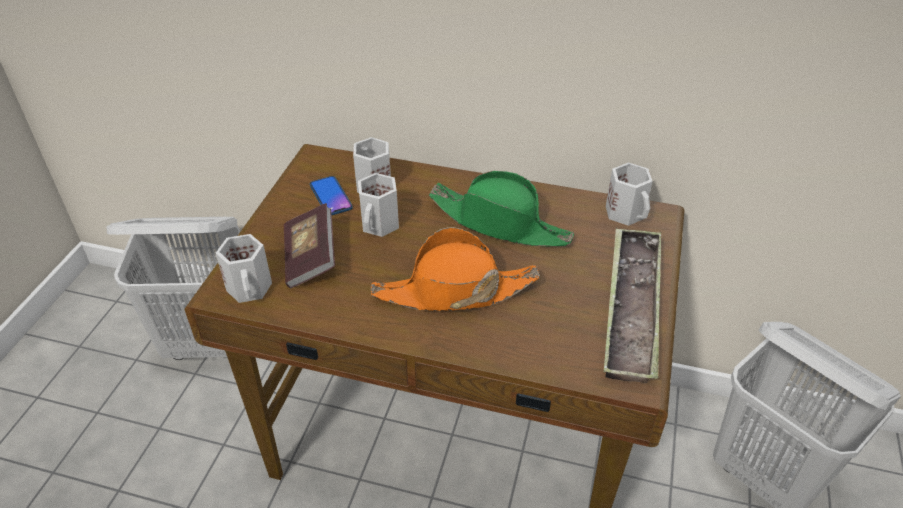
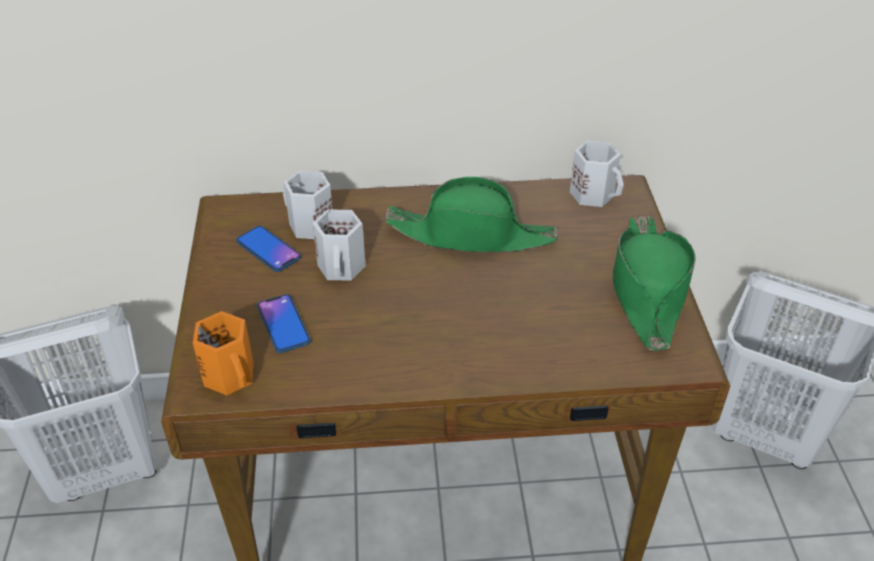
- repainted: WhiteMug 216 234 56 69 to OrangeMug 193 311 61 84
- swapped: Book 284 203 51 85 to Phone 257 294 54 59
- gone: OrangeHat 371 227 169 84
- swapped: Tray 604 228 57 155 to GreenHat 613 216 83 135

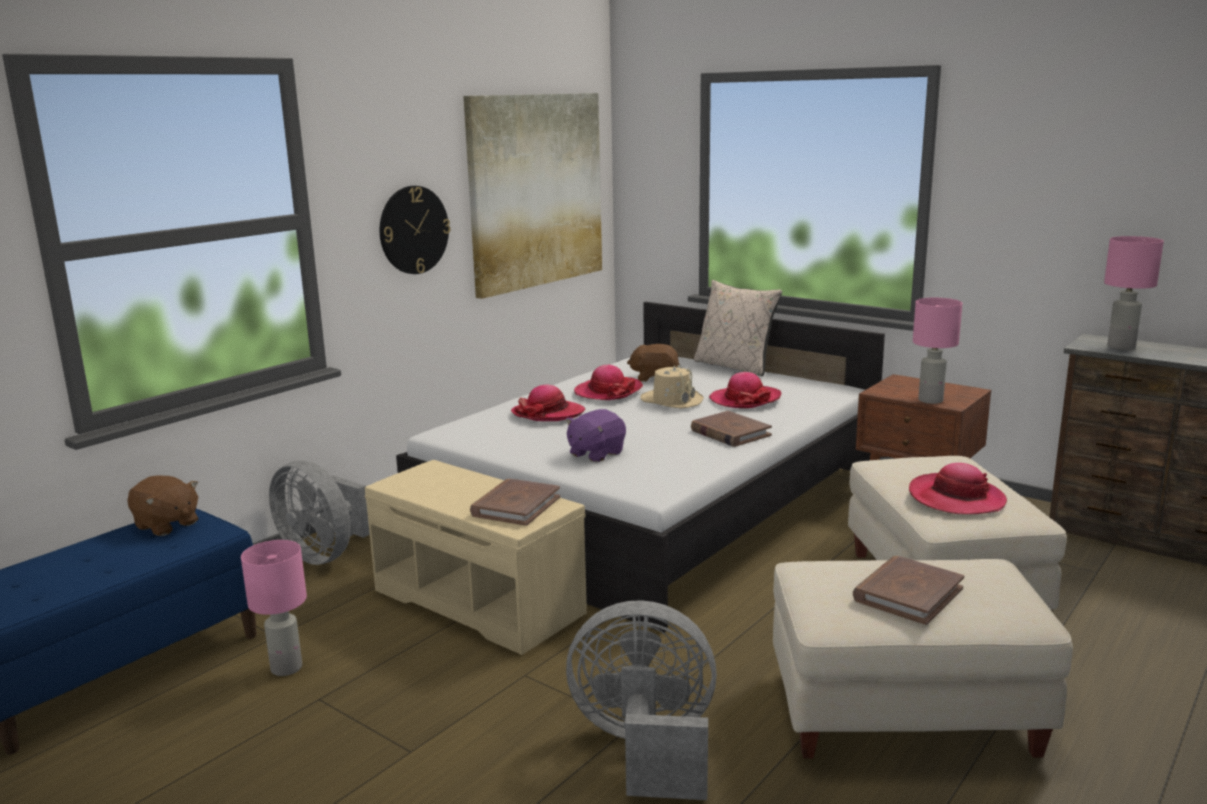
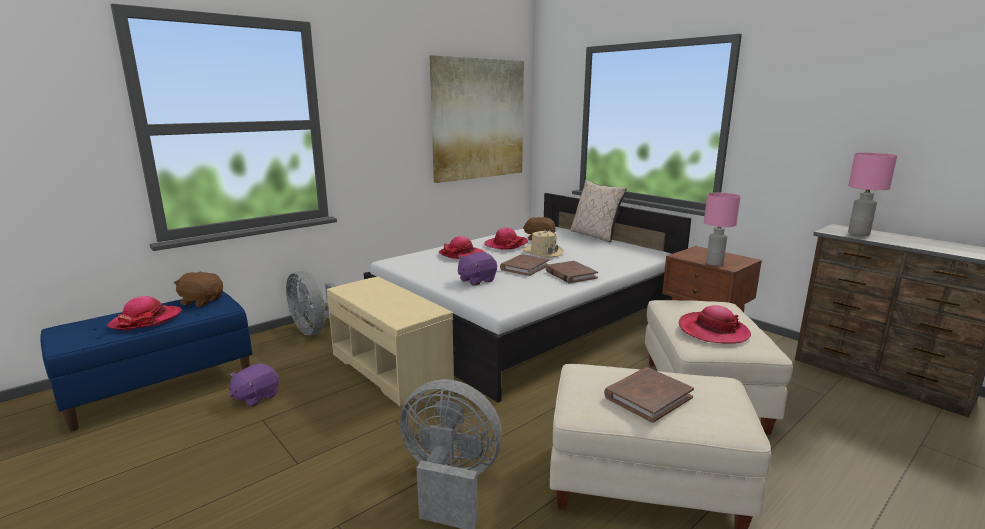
- rotated: BrownPlushToy 127 475 71 61 = 174 271 49 36 150 degrees clockwise
- swapped: PinkTableLamp 241 540 66 136 to PurplePlushToy 229 363 50 44
- gone: WallClock 380 186 70 88
- shifted: BrownBook 470 479 90 47 to 500 254 49 22
- shifted: Hat 709 372 73 36 to 107 296 75 34

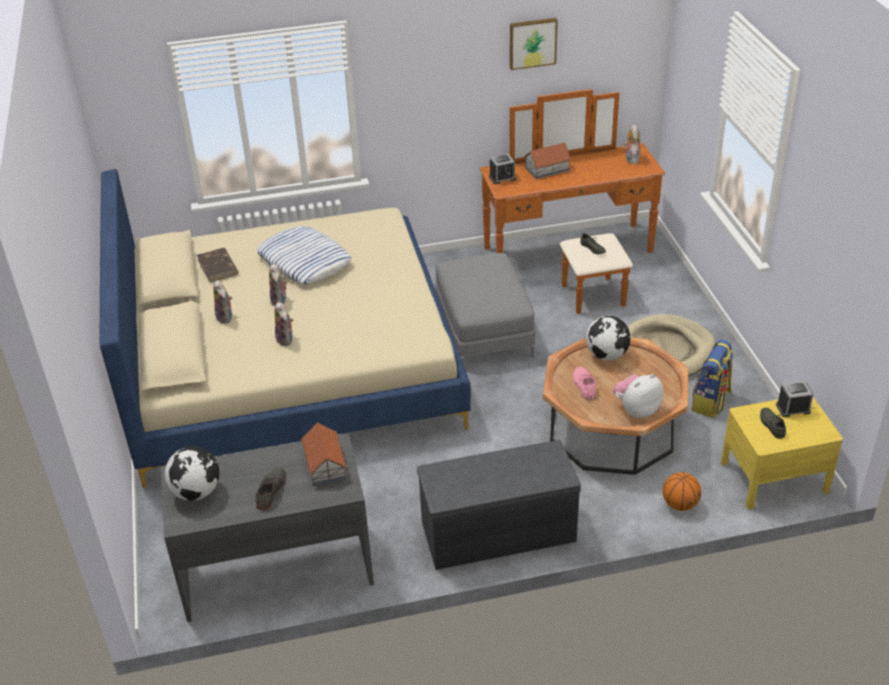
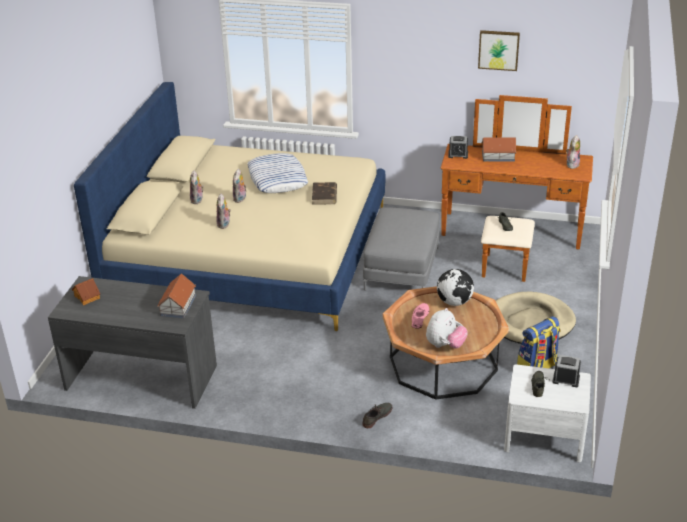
- swapped: Globe 165 446 55 55 to ToyHouse 72 278 28 27
- shifted: BrownBook 197 248 41 35 to 312 182 25 23
- shifted: GreyShoe 255 468 31 43 to 362 403 31 25
- gone: GreyBench 417 440 164 130
- rotated: PlushToy 613 374 51 44 = 426 308 42 41 135 degrees clockwise
- gone: Basketball 663 472 38 39
- repainted: YellowNightstand 721 397 122 112 to WhiteNightstand 504 364 87 98

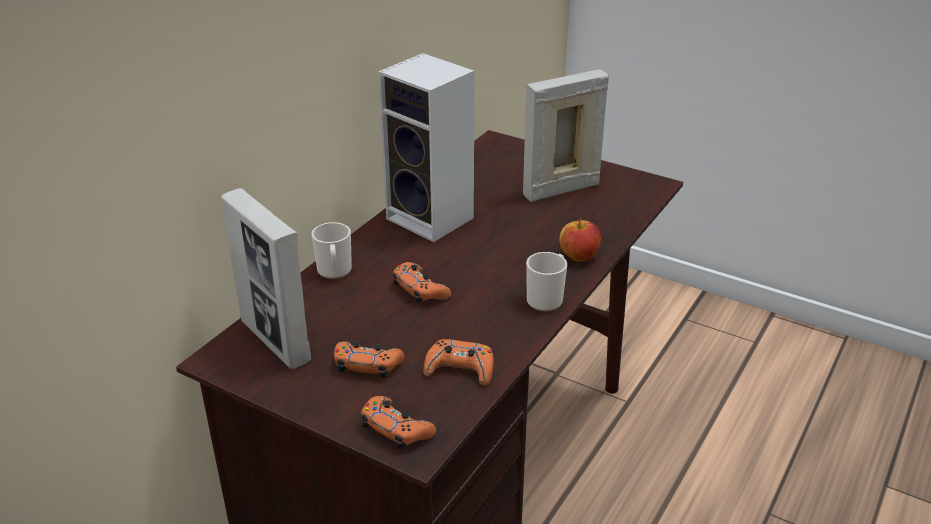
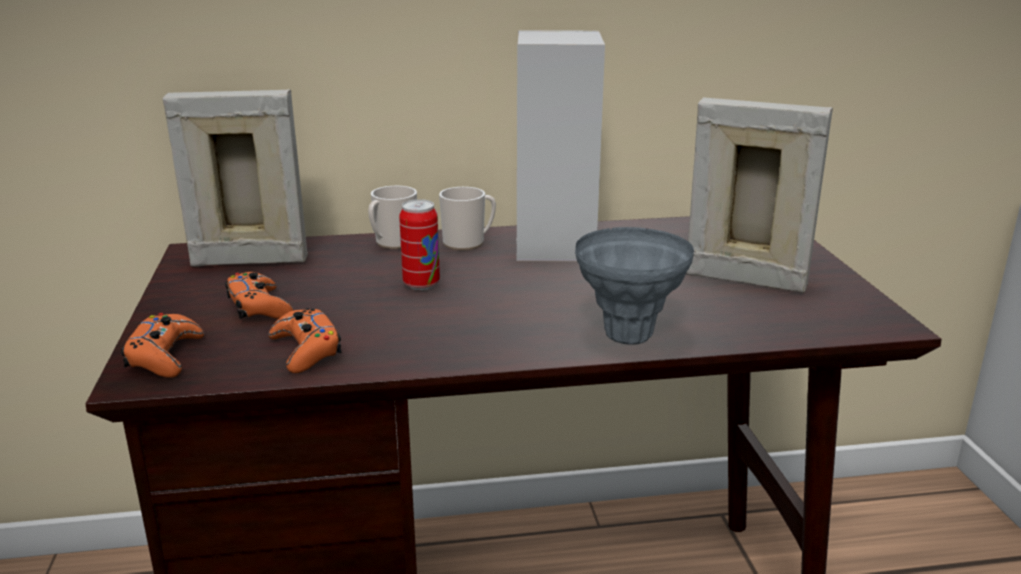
- rotated: PictureFrame 221 188 90 181 = 162 89 146 178 75 degrees clockwise
- swapped: OrangeGameController 393 262 58 42 to Can 399 199 41 91
- shifted: Mug 526 252 41 60 to 439 187 57 63
- swapped: Apple 559 219 42 43 to GreyVase 575 227 119 117

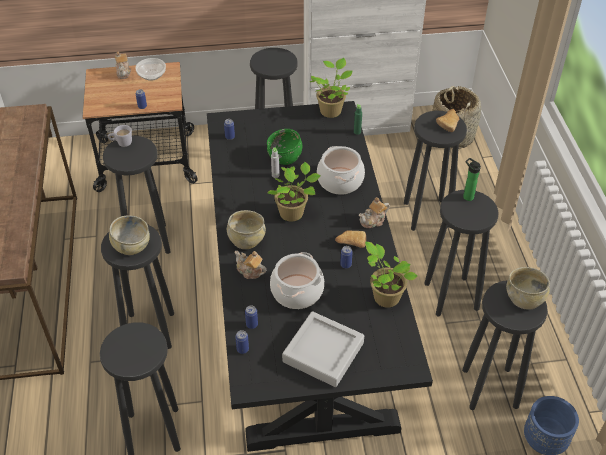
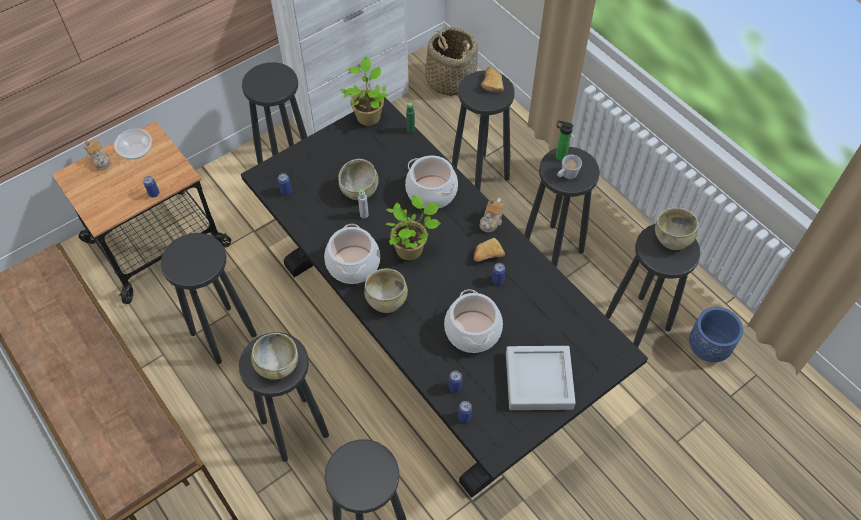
- shifted: WhiteMug 108 125 24 22 to 557 155 25 24
- gone: Teapot 235 251 31 28
- repainted: GreenBowl 267 129 36 36 to BeigeBowl 339 159 40 41
- gone: PottedPlant 365 242 52 65
- new: CookingPot 324 224 56 60

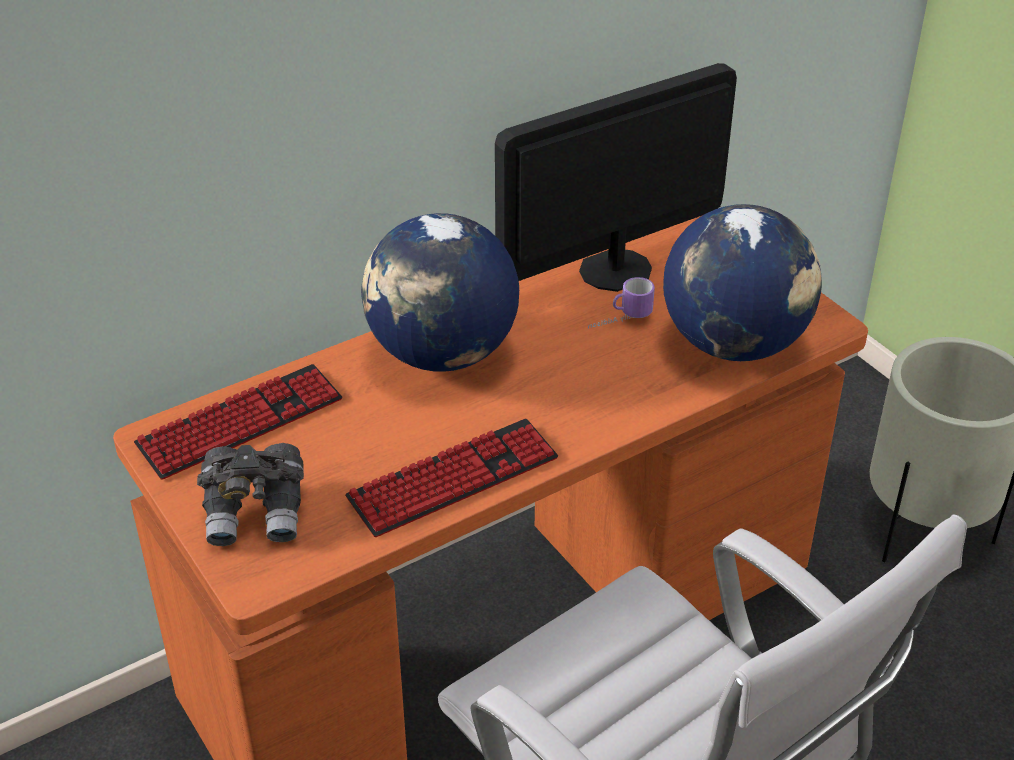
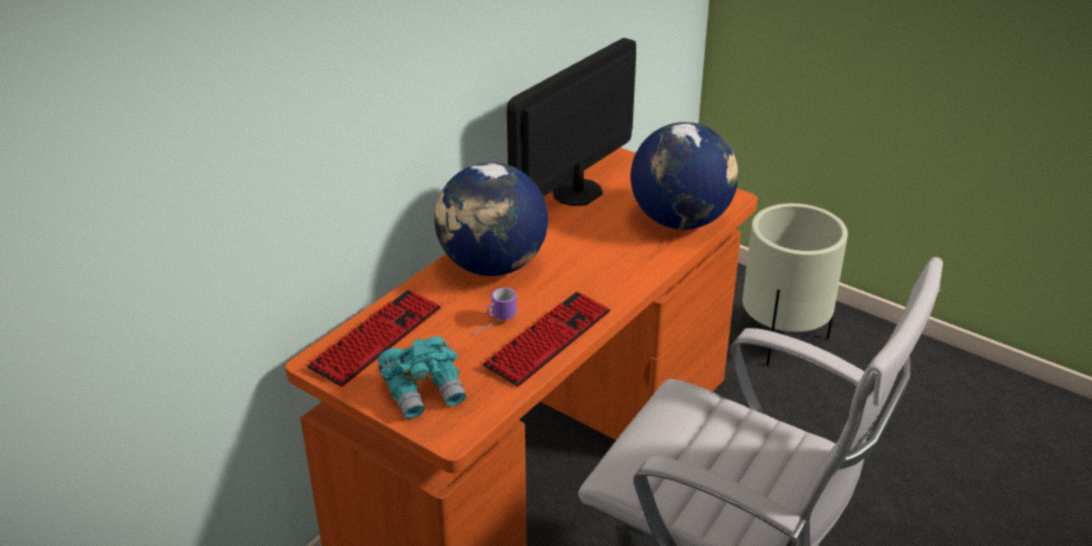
- repainted: GreyBinoculars 197 443 107 103 to TurquoiseBinoculars 378 337 88 82
- shifted: Mug 588 277 67 52 to 471 287 46 49

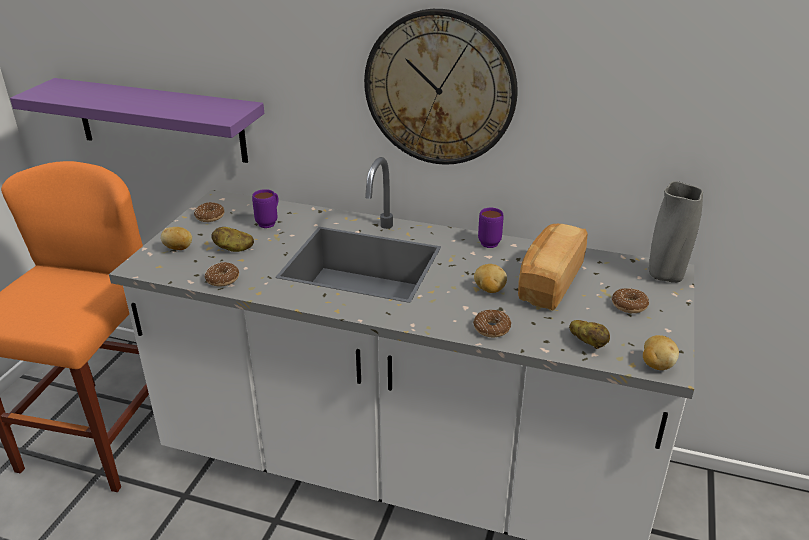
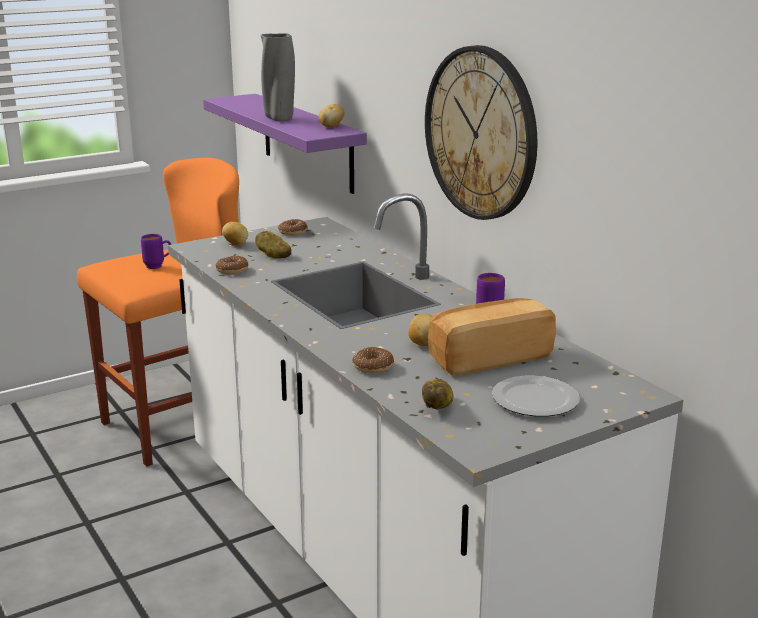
- shifted: PurpleMug 252 189 27 39 to 141 234 30 35
- swapped: Donut 612 288 37 25 to Plate 492 376 88 41
- shifted: Potato 643 335 36 35 to 318 104 26 23
- shifted: GreyVase 649 181 54 102 to 260 33 35 88

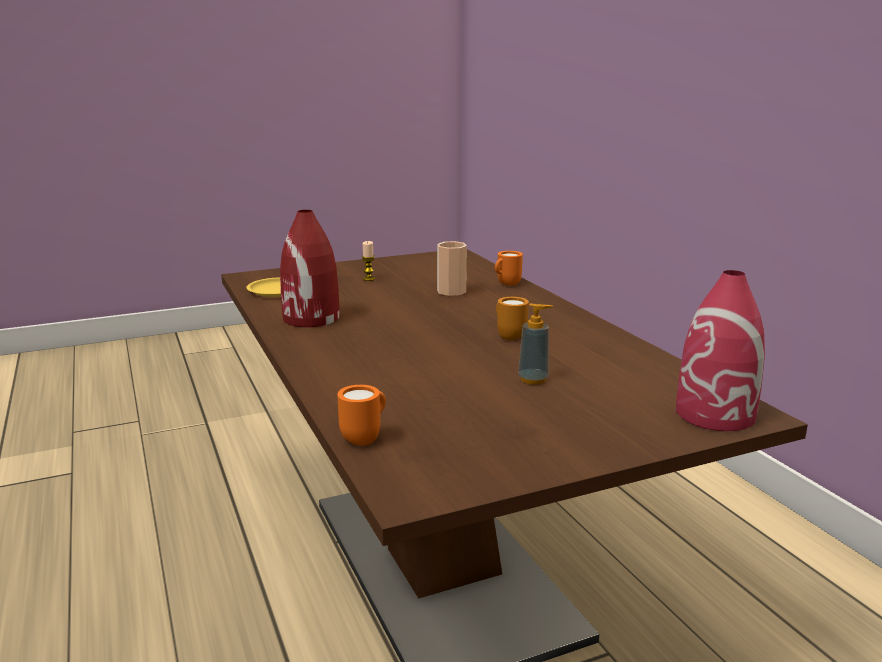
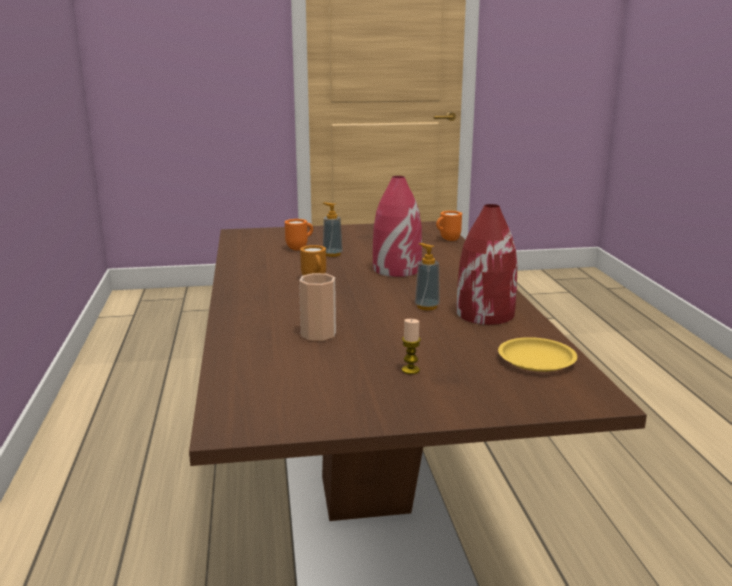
- shifted: OrangeMug 495 251 28 35 to 285 219 28 32
- shifted: RedVase 676 270 89 161 to 373 176 49 101
- new: SoapDispenser 415 243 25 67

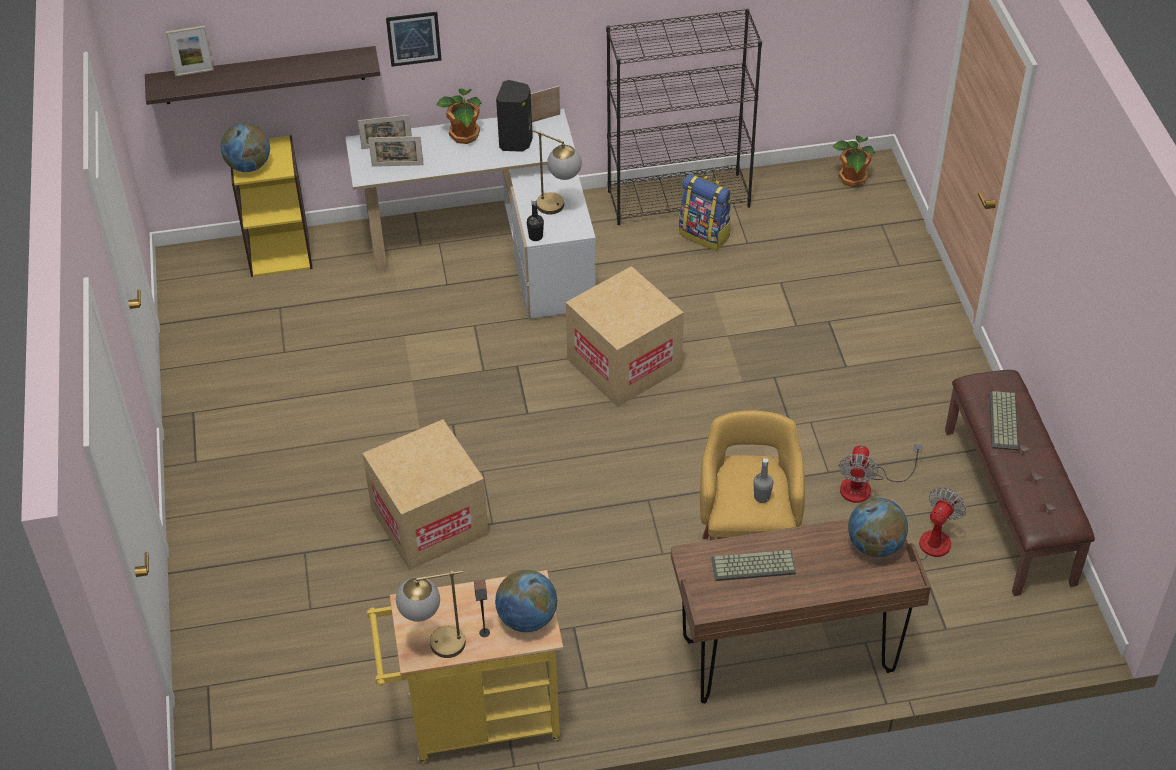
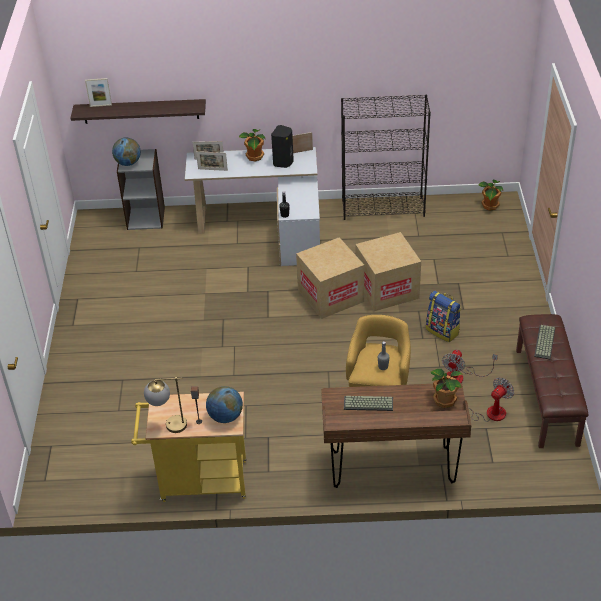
- repainted: YellowBookcase 231 135 82 142 to GreyBookcase 117 149 48 81
- shifted: CardboardBox 362 419 127 151 to 355 232 66 79
- gone: Picture 386 12 56 55
- gone: TableLamp 532 130 50 84
- shifted: Backpack 679 174 53 76 to 426 291 35 51
- swapped: Globe 848 498 60 59 to PottedPlant 431 369 33 39

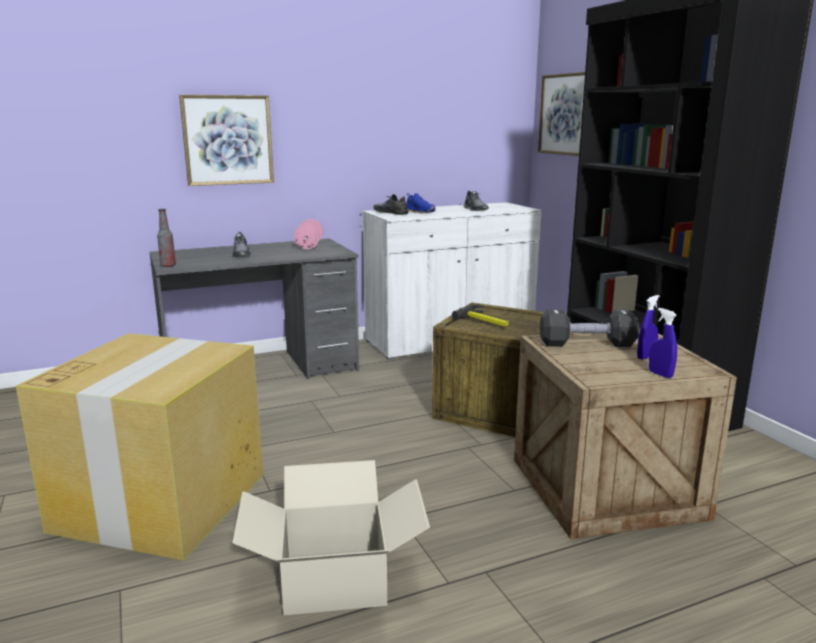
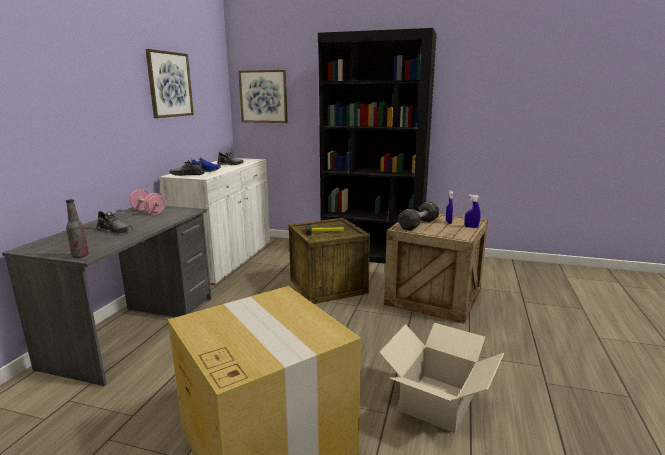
- shifted: Picture 179 95 95 91 to 145 49 49 69

